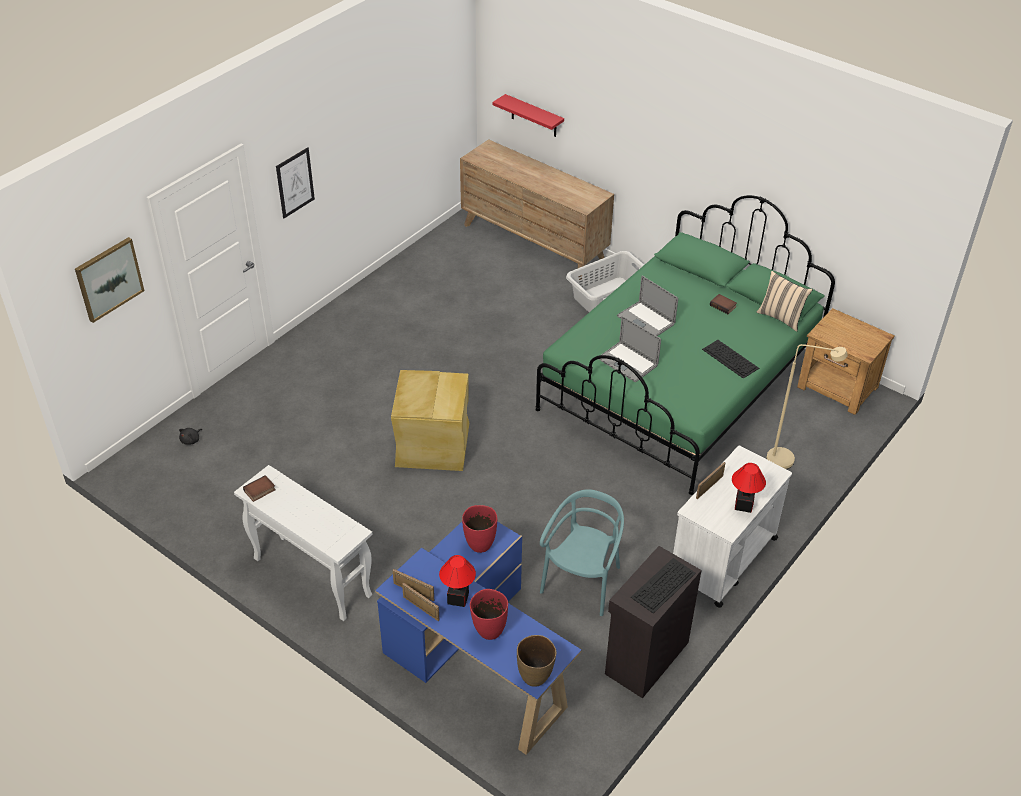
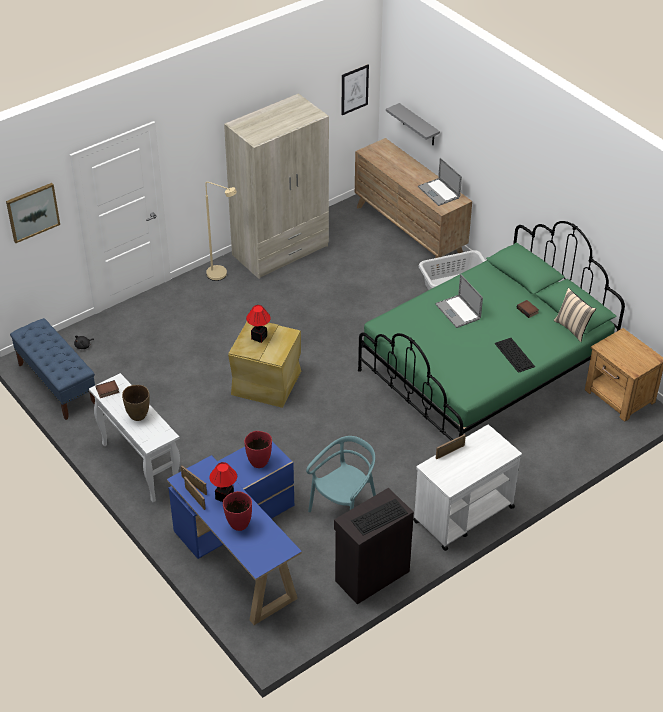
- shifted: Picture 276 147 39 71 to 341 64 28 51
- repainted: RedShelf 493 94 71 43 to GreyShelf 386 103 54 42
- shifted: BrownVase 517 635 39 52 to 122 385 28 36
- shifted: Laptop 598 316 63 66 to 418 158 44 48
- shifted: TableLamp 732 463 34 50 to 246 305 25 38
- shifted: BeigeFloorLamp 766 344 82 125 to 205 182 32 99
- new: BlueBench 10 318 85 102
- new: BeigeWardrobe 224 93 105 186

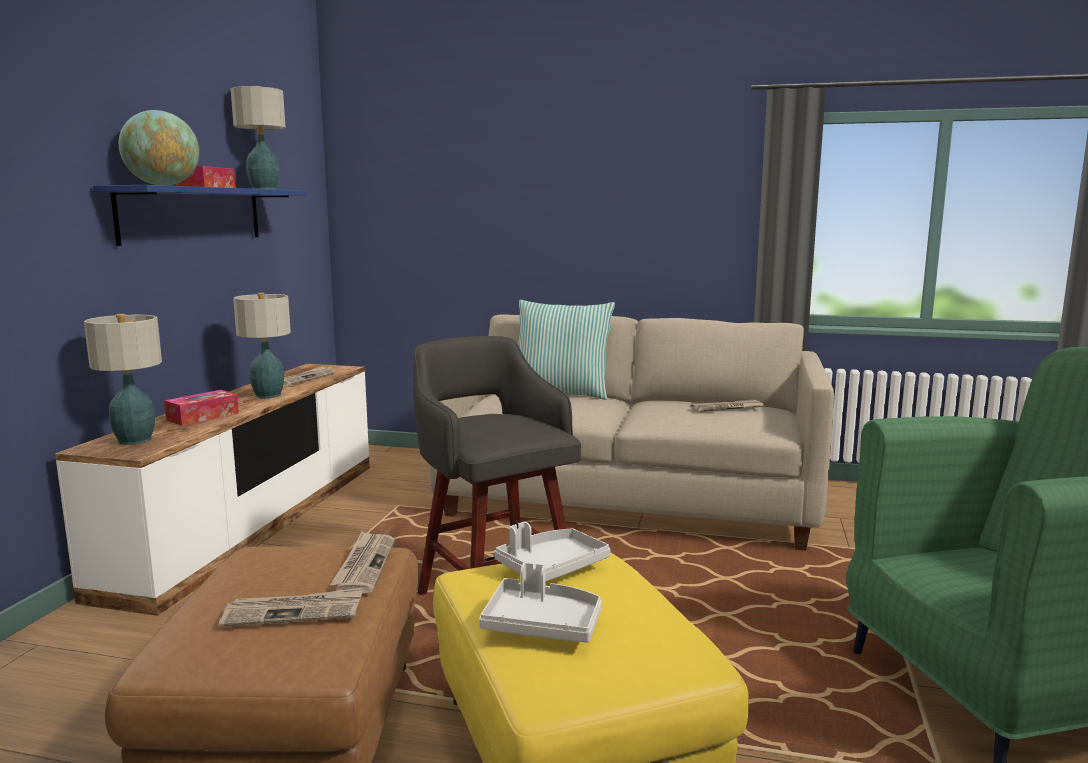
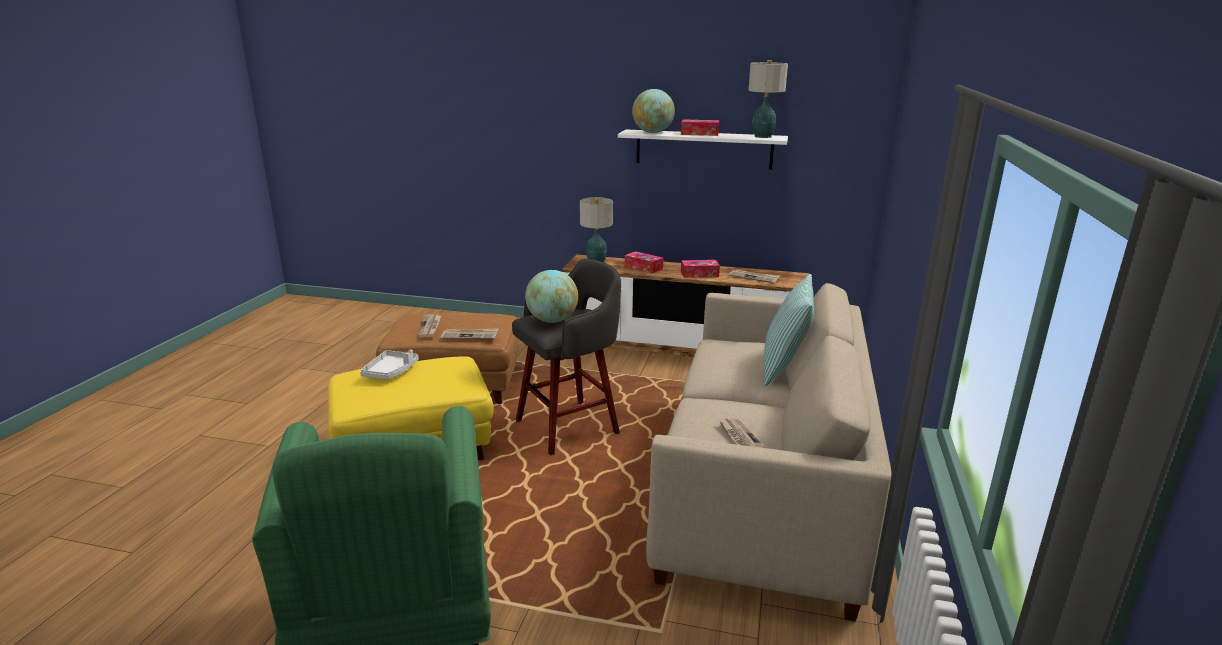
- repainted: BlueShelf 93 185 213 61 to WhiteShelf 618 130 170 40
- swapped: TableLamp 233 293 58 105 to TissueBox 681 260 39 18
- gone: GreyTray 494 522 117 60
- new: Globe 525 270 53 53

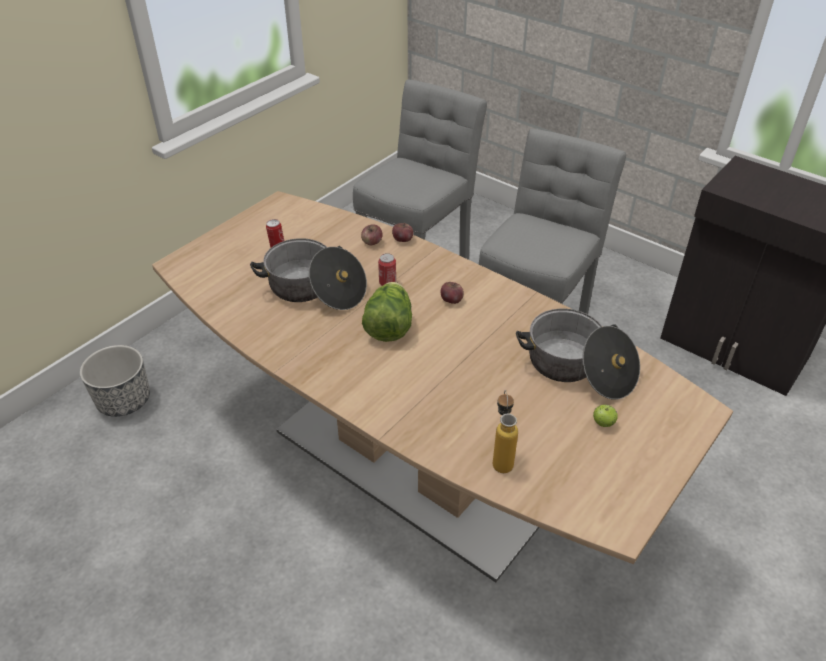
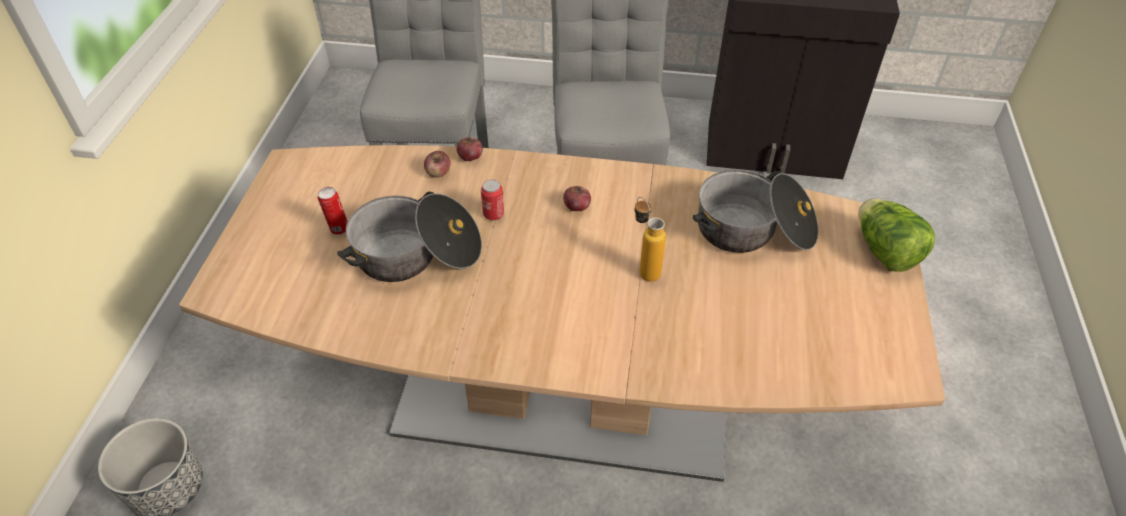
- shifted: Lettuce 362 282 50 60 to 858 198 77 74
- shifted: Bottle 493 390 25 83 to 634 197 32 85
- gone: Apple 593 405 25 22

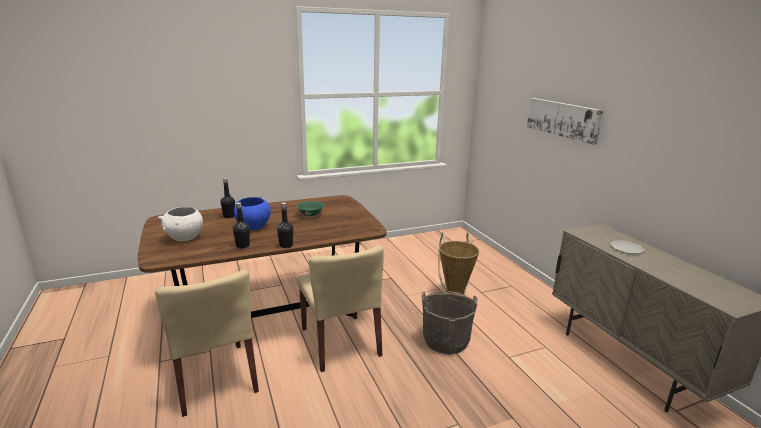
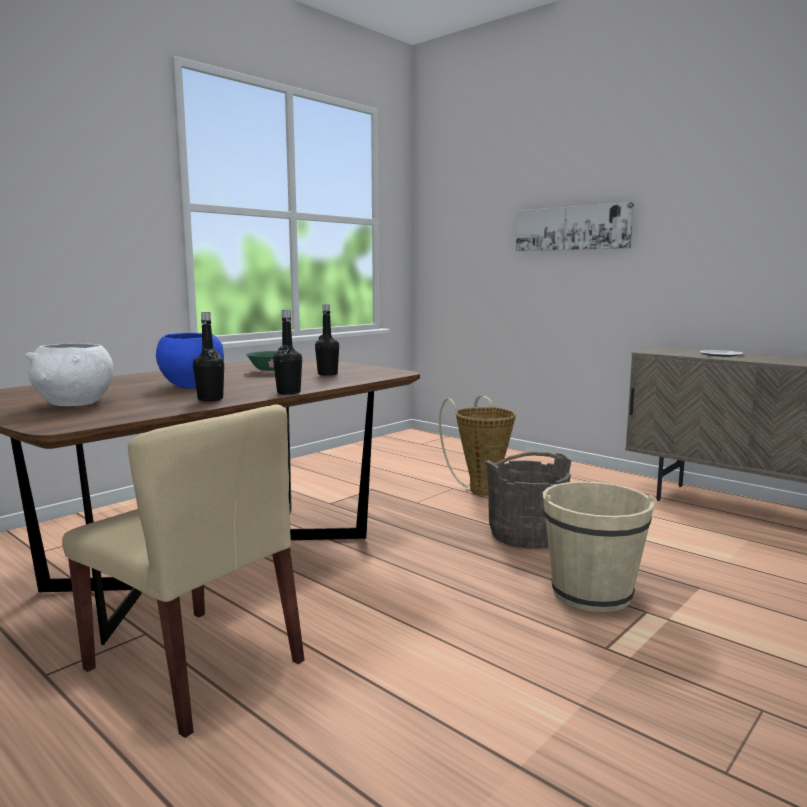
- shifted: BlackBottle 220 178 15 40 to 315 304 24 72
- gone: BeigeChair 297 245 87 127
- new: BeigeBucket 543 482 112 130

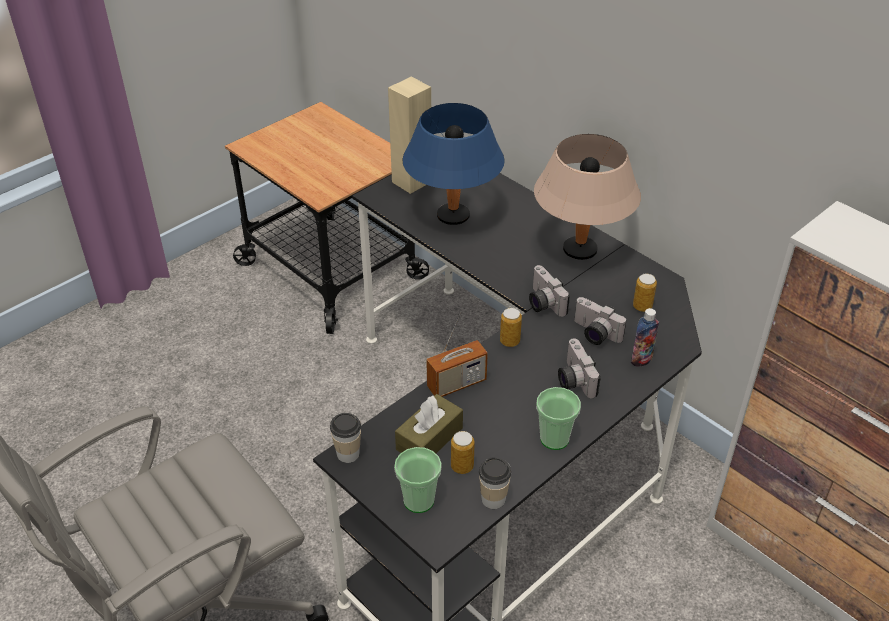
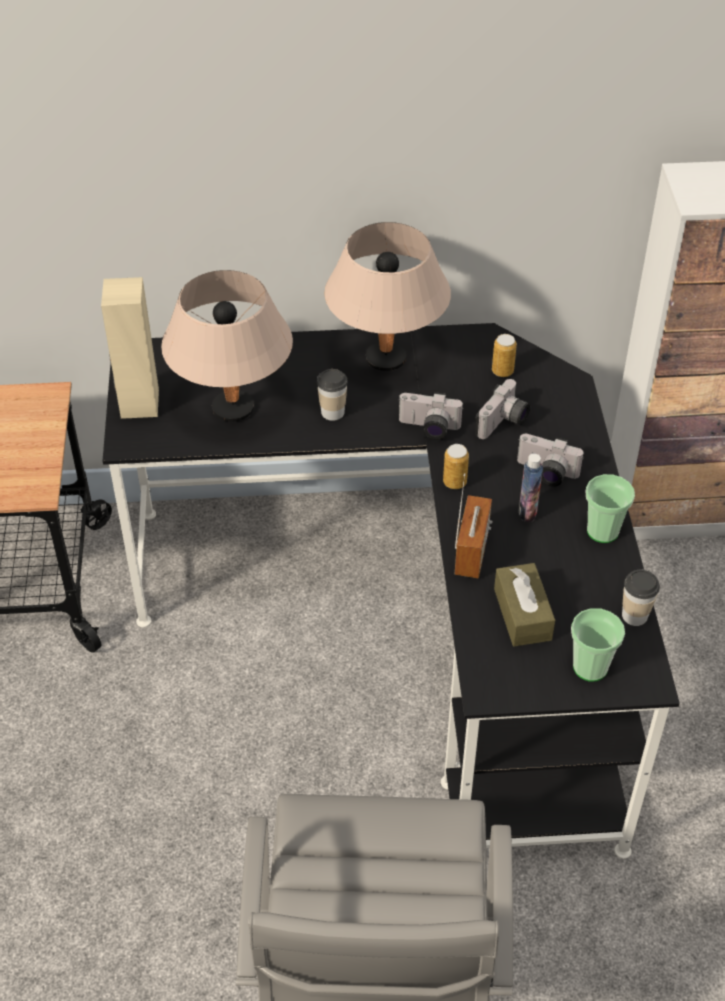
- shifted: Cup 330 413 31 50 to 317 369 31 52
- repainted: BlueTableLamp 403 103 102 122 to BeigeTableLamp 161 270 132 152
- gone: Can 451 431 24 43
- rotated: PhotoCamera 574 297 52 48 = 475 379 56 60 45 degrees counterclockwise
- shifted: Bottle 631 308 28 59 to 519 454 24 68

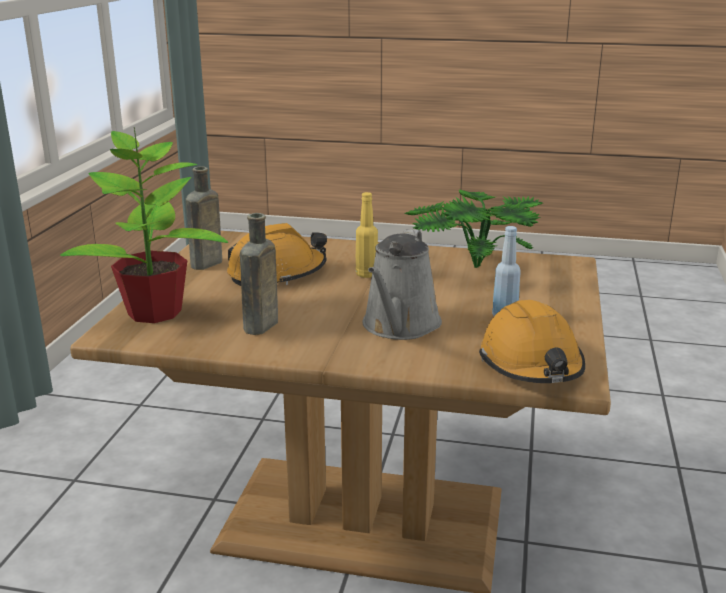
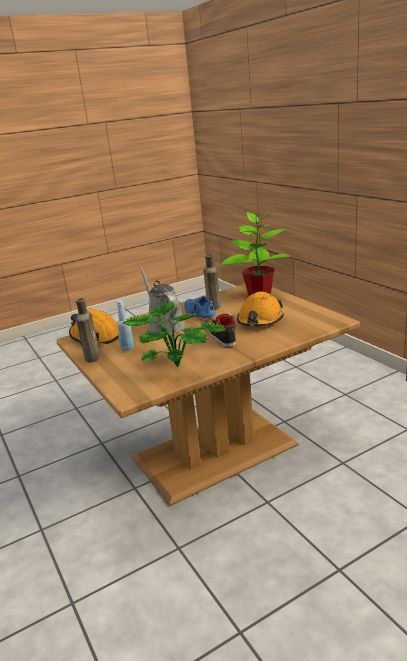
- shifted: BrownBottle 186 166 36 104 to 75 298 25 65
- swapped: YellowBottle 356 192 22 86 to BlackShoe 209 314 27 33
- new: BlueShoe 184 295 33 26

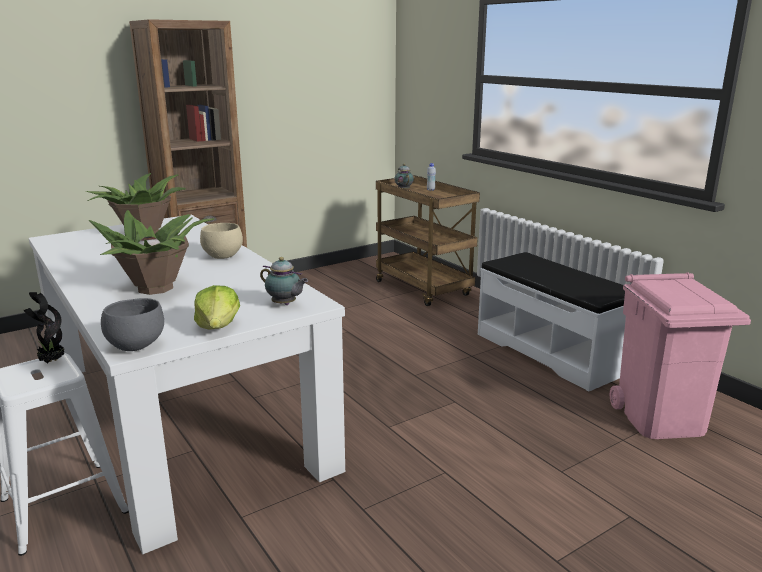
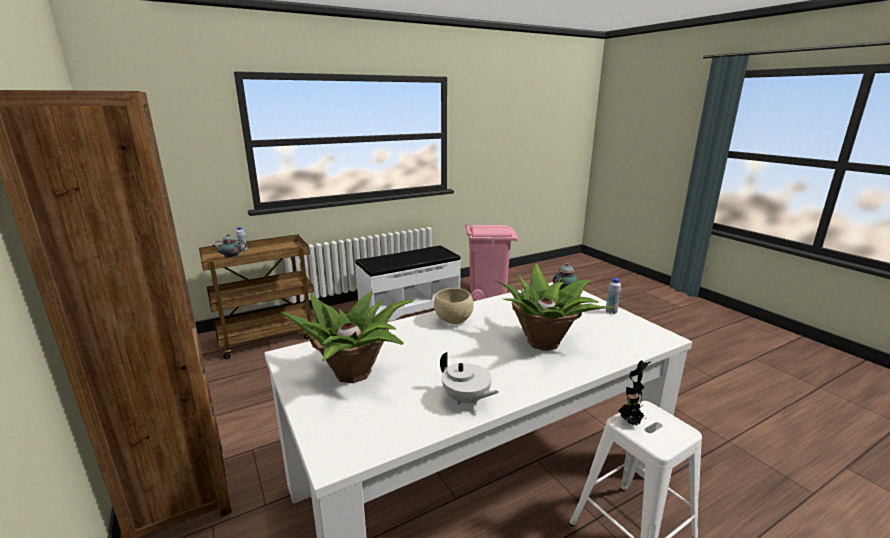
- gone: GreyBowl 101 298 63 53
- swapped: Lettuce 194 285 46 45 to WhiteBottle 606 278 15 36
- new: WhiteTeapot 440 352 59 53

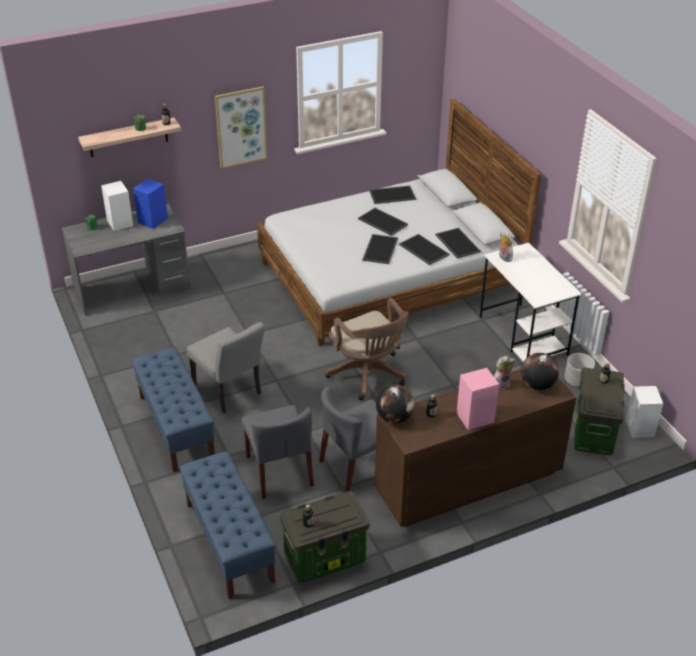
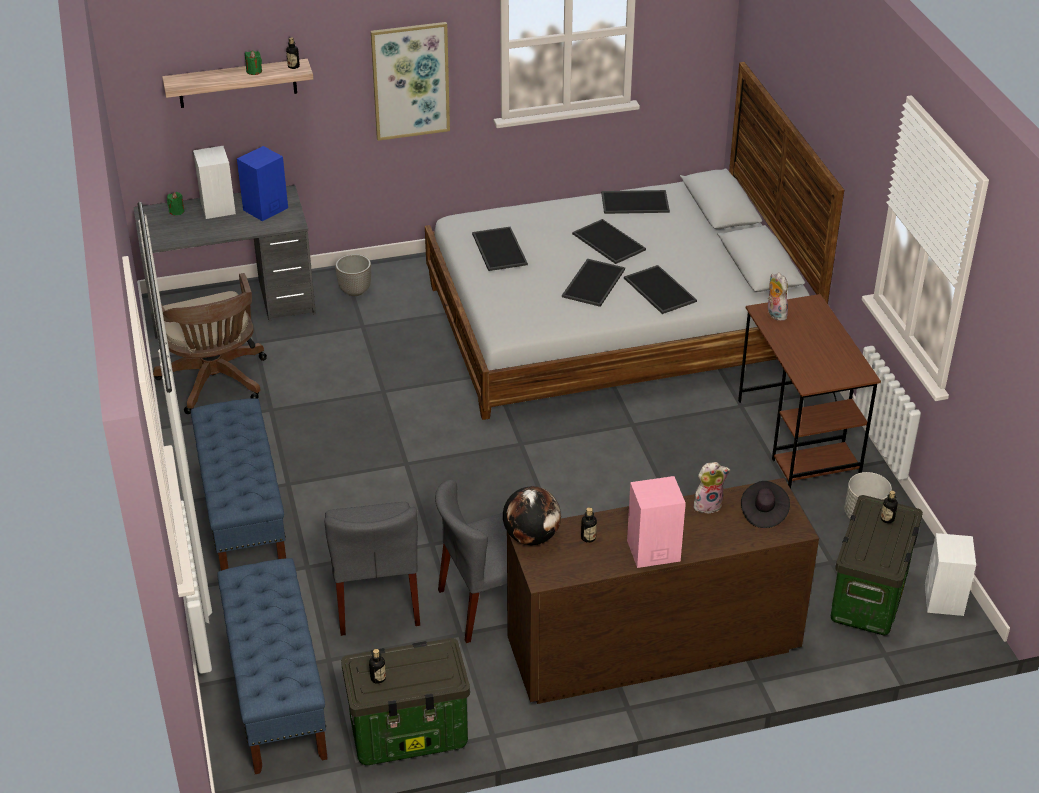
- gone: GreyChair 187 322 78 91
- shifted: BrownOfficeChair 325 298 83 103 to 153 273 114 141
- shifted: Tray 435 228 46 31 to 472 227 56 44
- repainted: WhiteDesk 480 243 102 119 to BrownDesk 738 294 143 195
- swapped: Globe 521 353 38 37 to BlackHat 741 481 49 47
- new: Planter 335 254 36 42

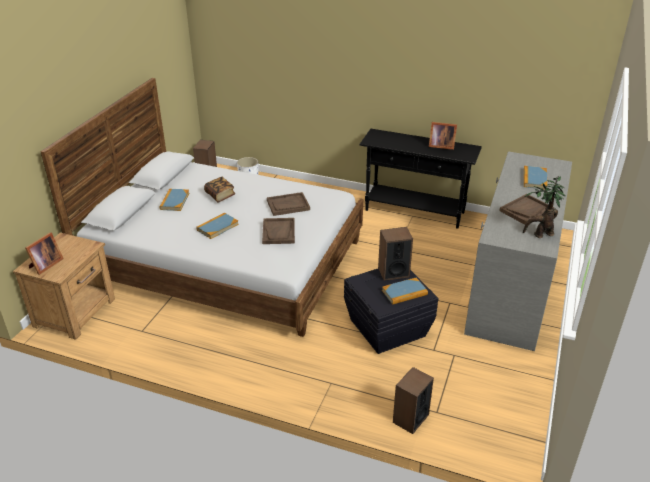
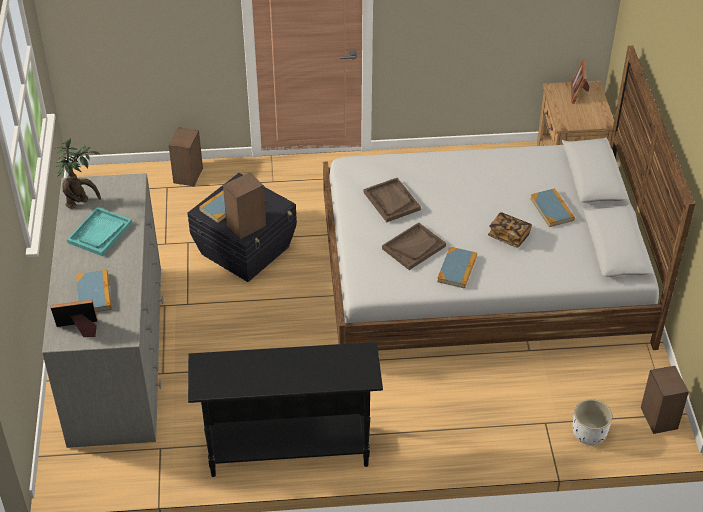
- shifted: Book 196 212 43 27 to 437 247 40 42
- shifted: PictureFrame 429 122 28 28 to 50 300 47 37
- repainted: BrownTray 499 194 55 31 to TurquoiseTray 67 207 65 49

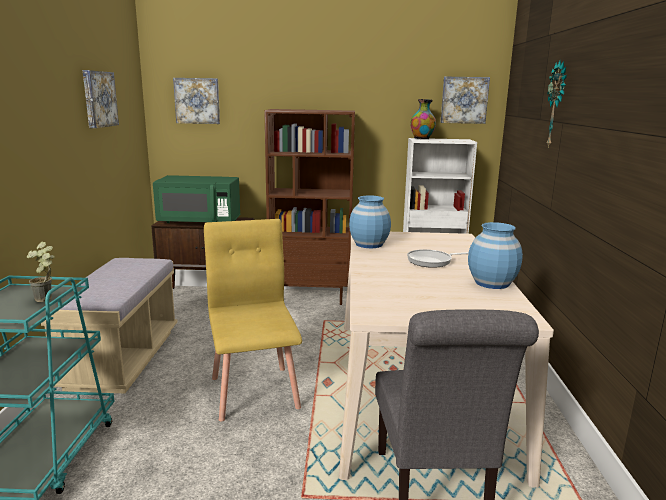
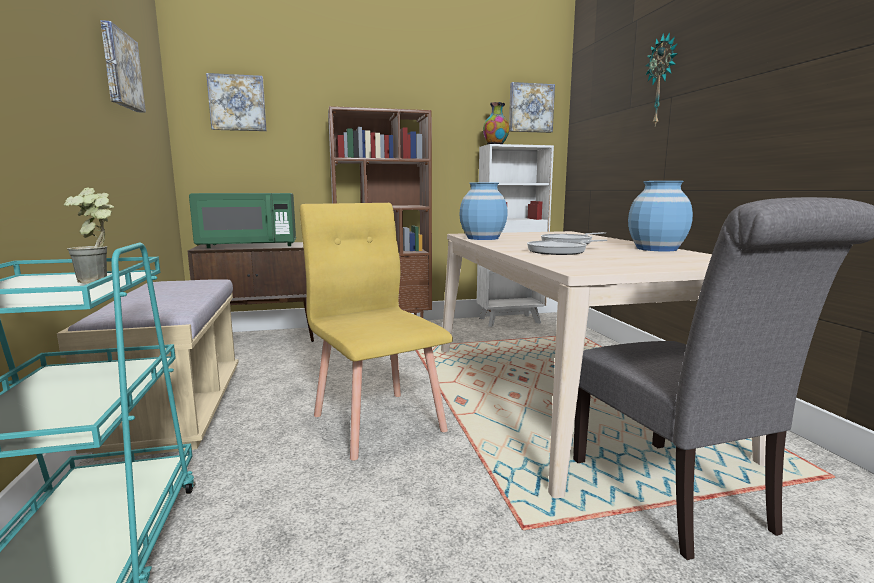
- new: FryingPan 527 239 80 16

